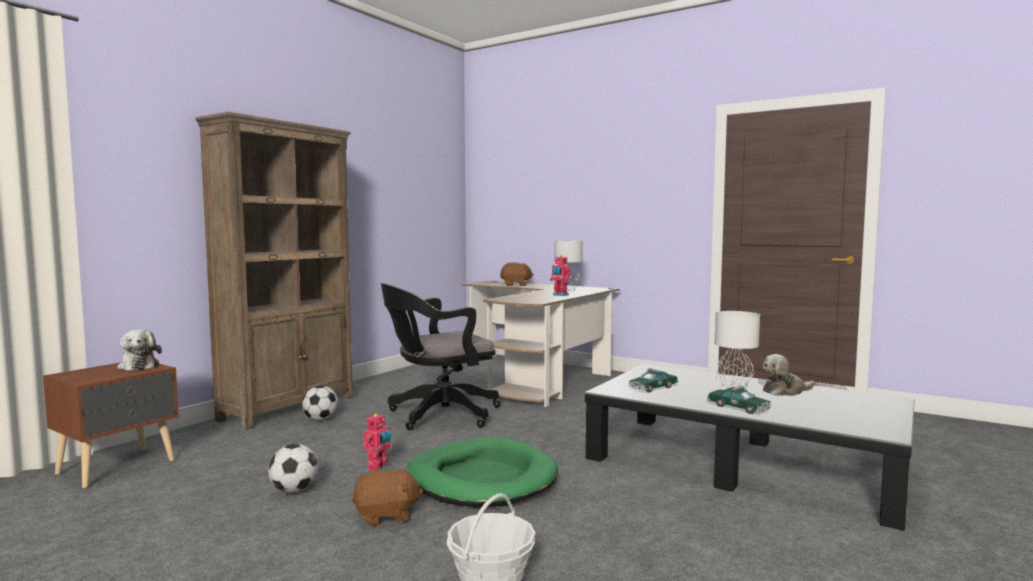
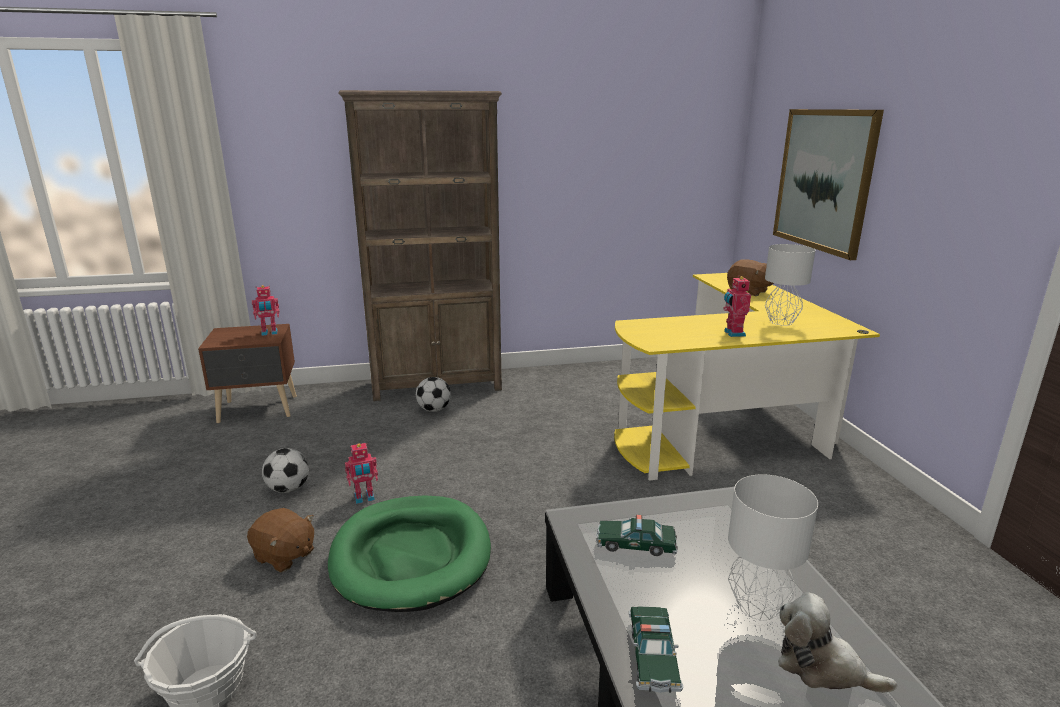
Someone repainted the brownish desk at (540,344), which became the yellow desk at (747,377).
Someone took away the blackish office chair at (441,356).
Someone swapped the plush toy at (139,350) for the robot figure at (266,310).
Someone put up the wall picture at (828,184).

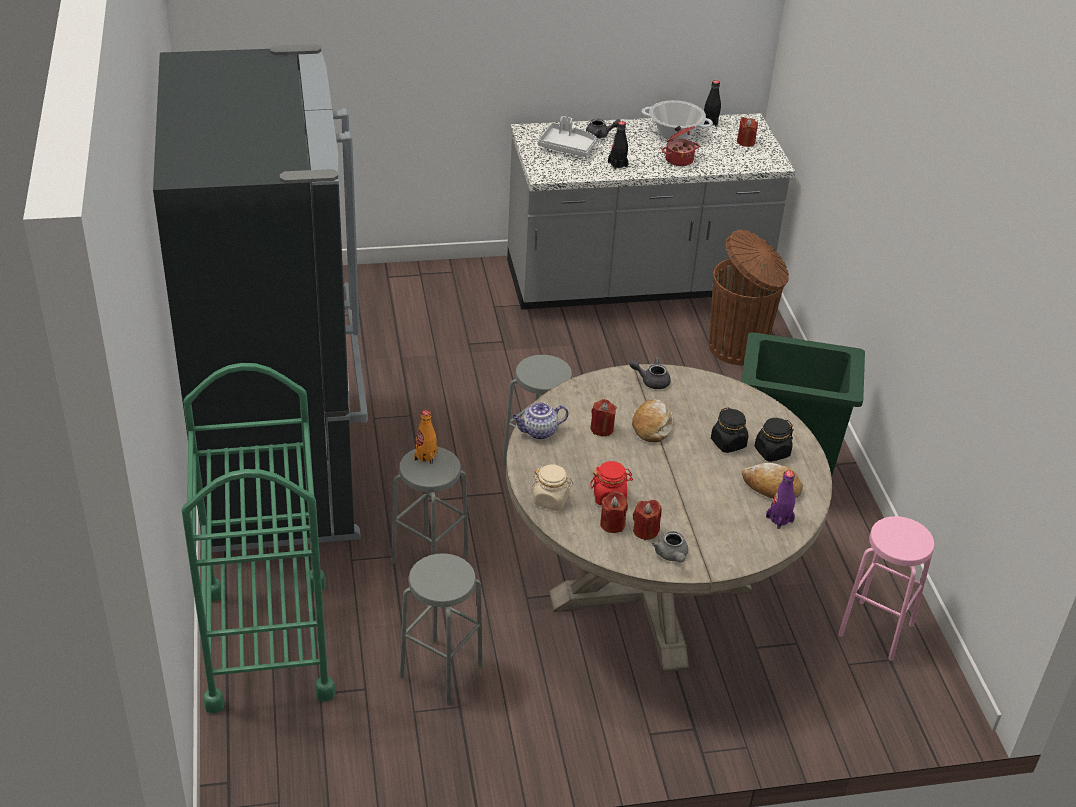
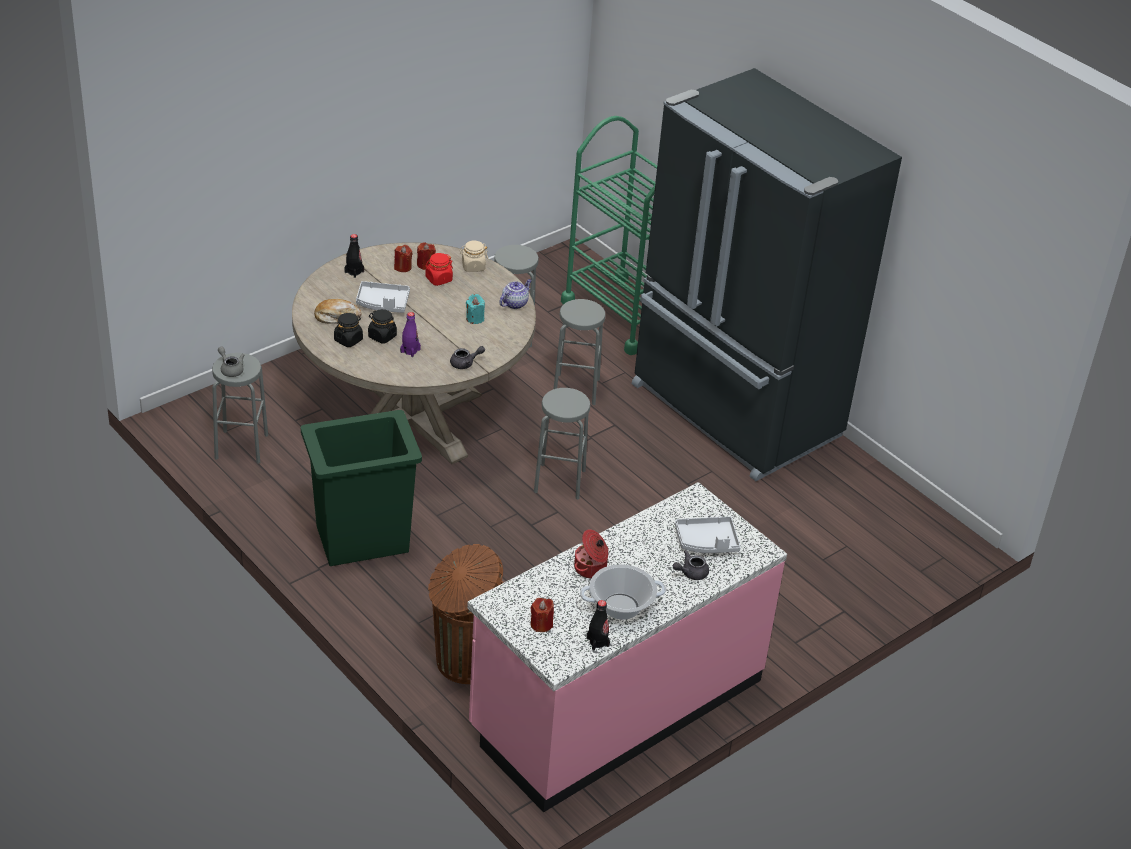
Someone repainted the grey counter at (651,211), which became the pink counter at (627,647).
Someone carried the blackish drink bottle from (618,145) to (354,256).
Someone repainted the red candle at (603,417), which became the blue-green candle at (475,309).
Someone took away the bakery bread at (652,420).
Someone took away the orangey drink bottle at (426,437).
Someone carried the purple-coloured drink bottle from (780,499) to (410,334).
Someone repainted the pink stool at (886,588), which became the grey stool at (240,408).
Someone carried the grey tea pot from (670,547) to (231,362).
Someone put down the grey serving tray at (383,297).

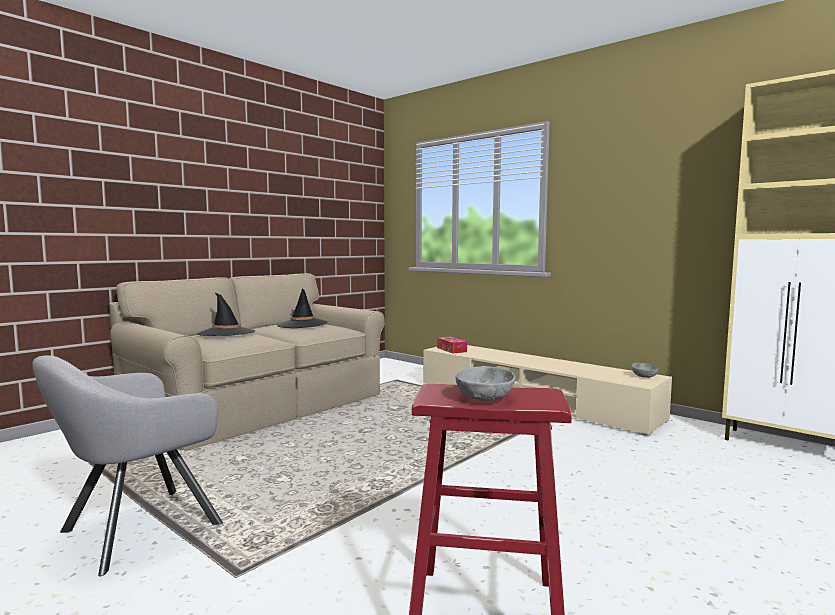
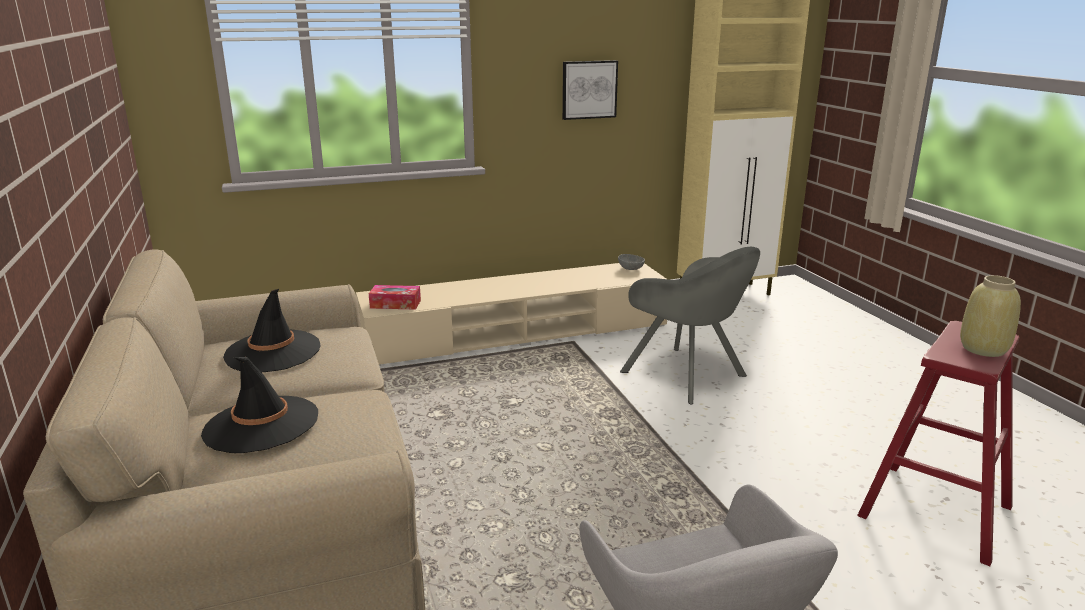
Someone swapped the grey deep dish at (485,383) for the beige vase at (990,316).
Someone put up the wall picture at (590,90).
Someone put down the grey easy chair at (690,326).

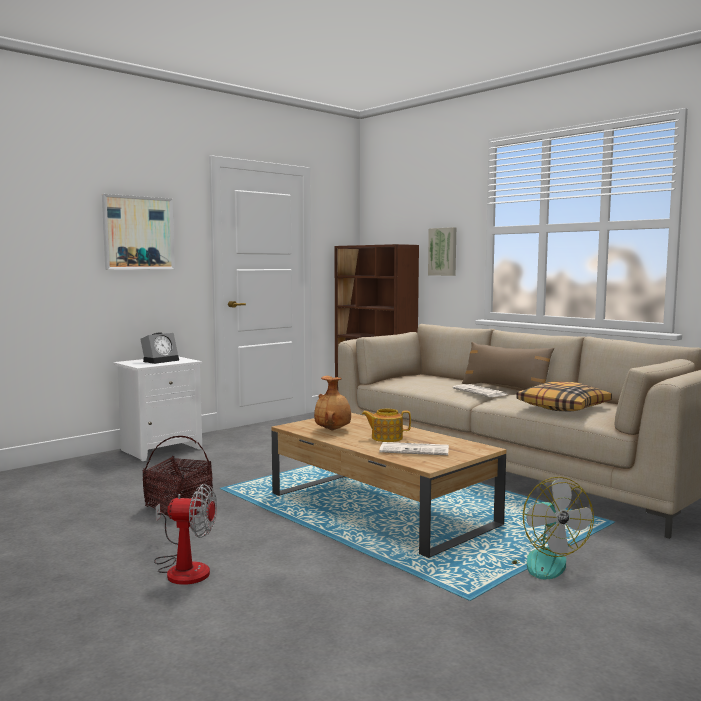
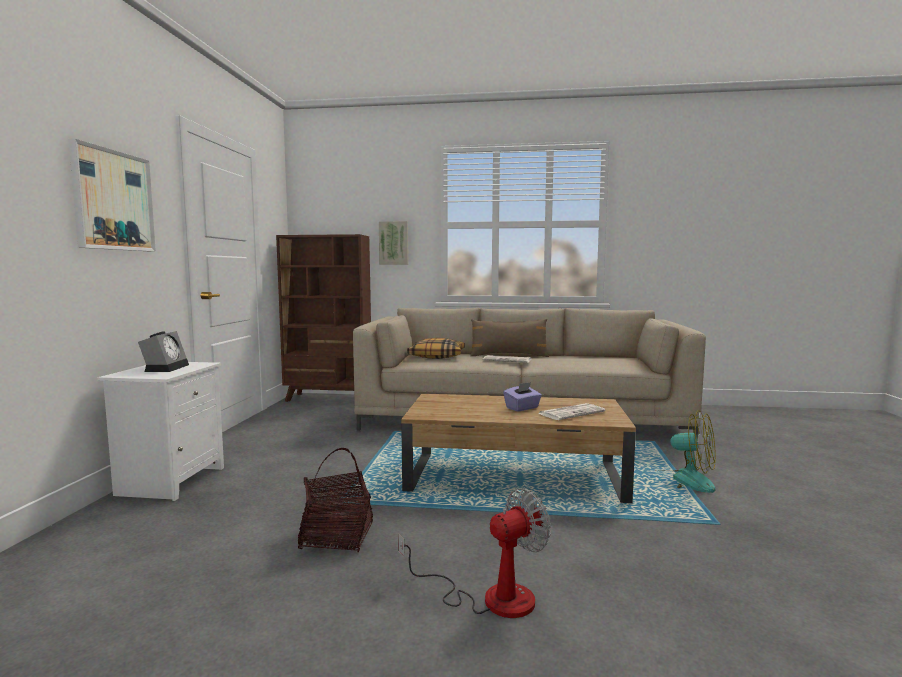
Someone took away the brownish vase at (332,403).
Someone carried the cushion from (564,396) to (436,348).
Someone swapped the tea pot at (386,425) for the purple-coloured box of tissues at (522,396).

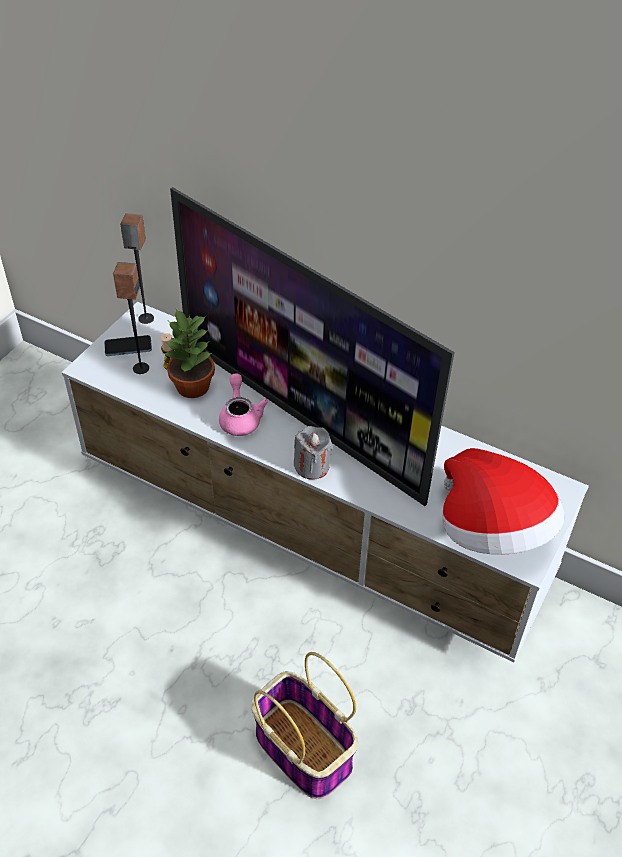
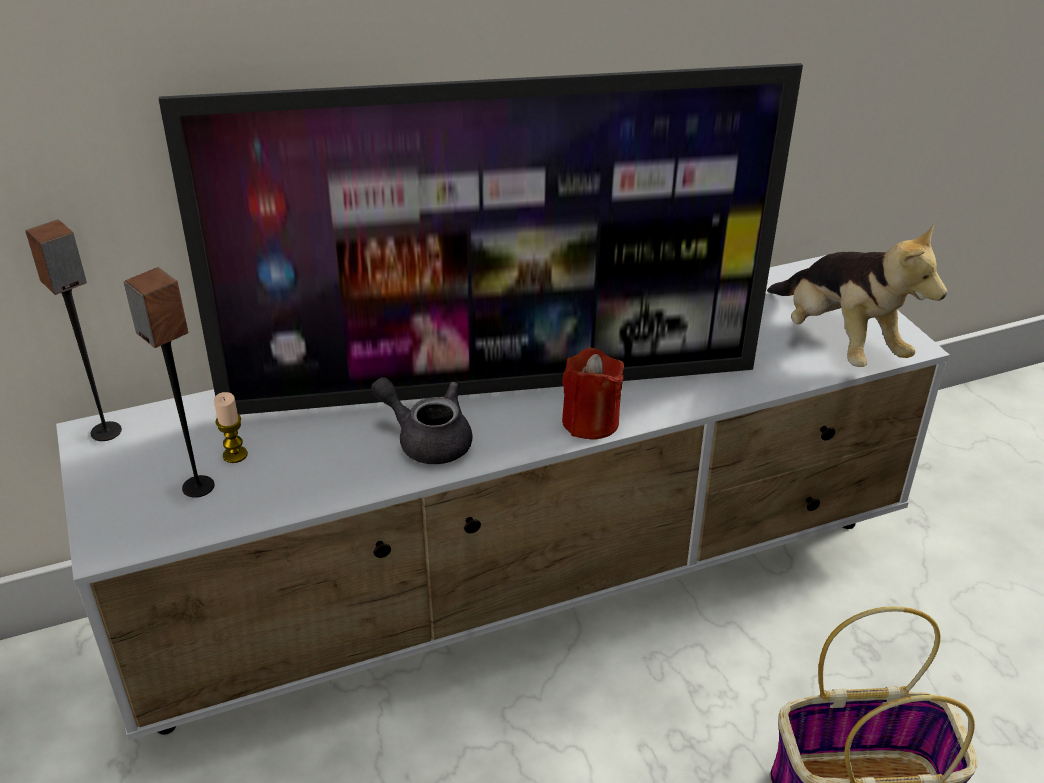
Someone took away the houseplant at (189,353).
Someone took away the telephone at (128,345).
Someone repainted the pink tea pot at (244,405), which became the grey tea pot at (421,420).
Someone repainted the grey candle at (313,453), which became the red candle at (593,394).
Someone swapped the hat at (503,501) for the plush toy at (857,295).

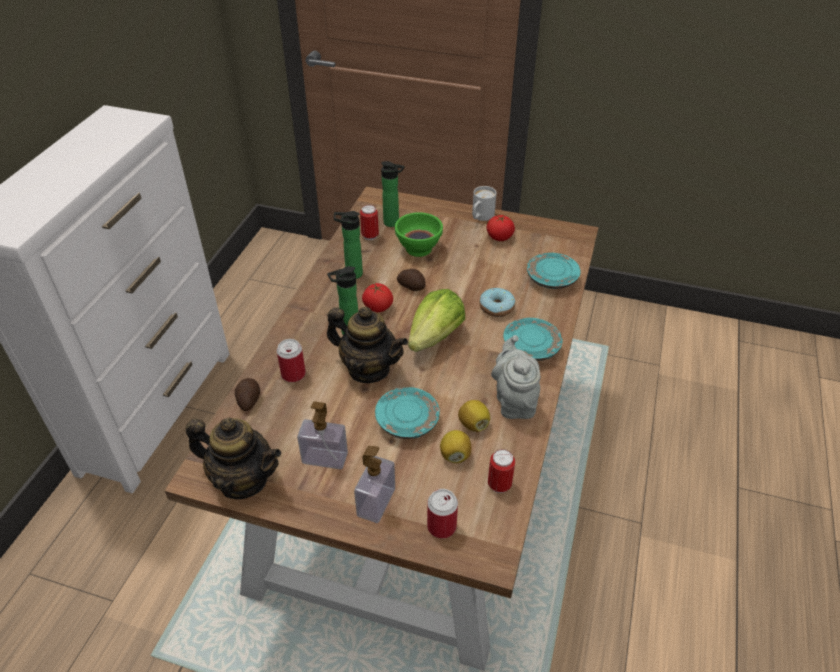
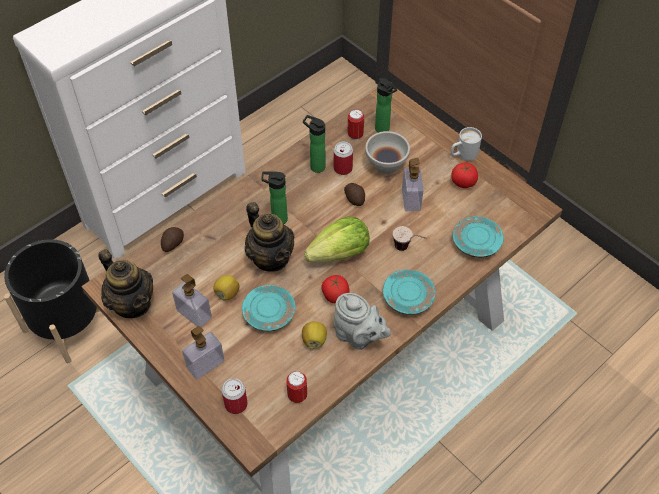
Someone repainted the green-coloured deep dish at (419,234), which became the white-coloured deep dish at (387,152).
Someone carried the tomato from (377,297) to (335,289).
Someone swapped the donut at (497,302) for the small cup at (410,238).
Someone rotated the grey tea pot at (516,377) by 105 degrees clockwise.
Someone carried the can from (291,360) to (343,158).
Someone carried the citrus fruit from (455,446) to (226,288).
Someone put down the soap bottle at (413,184).
Someone put down the blackish plant pot at (52,301).

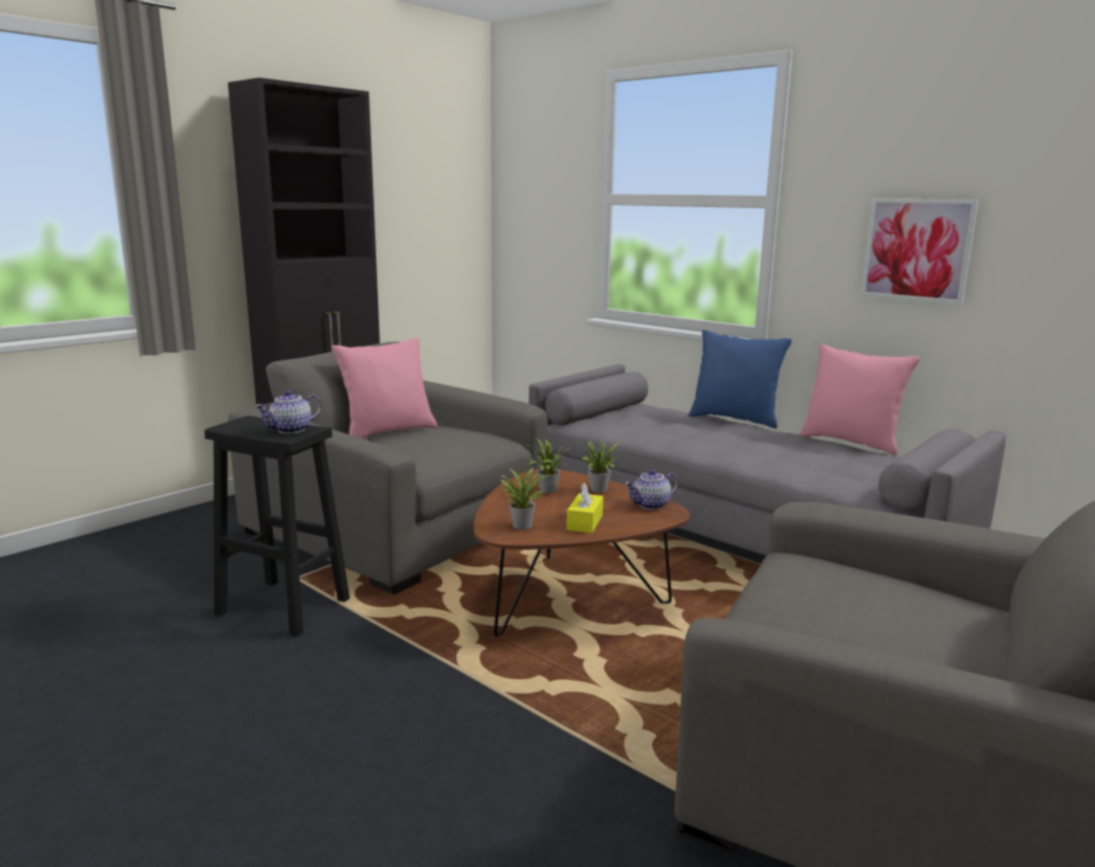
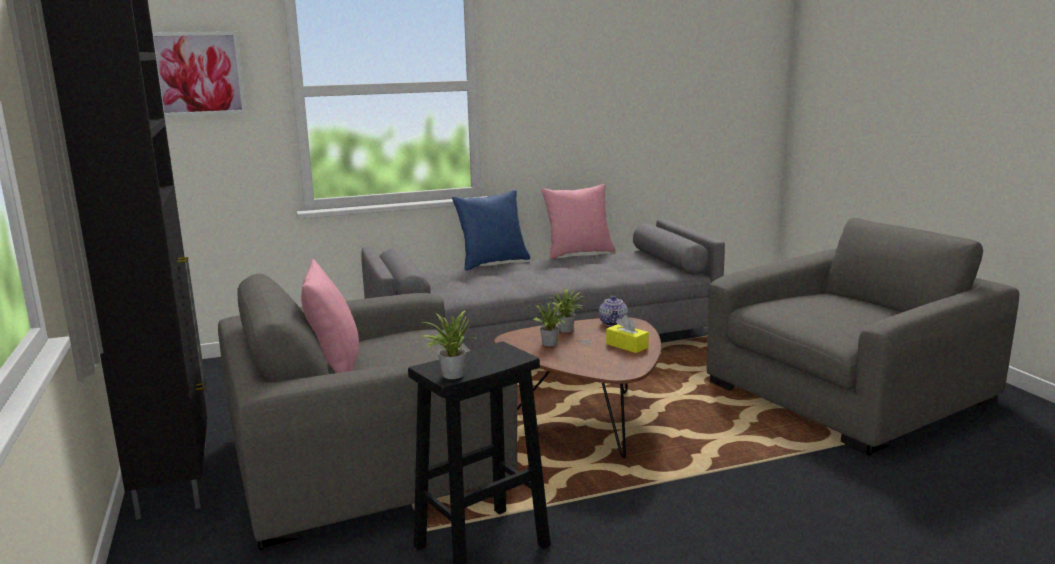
Someone carried the wall picture from (919,251) to (199,74).
Someone took away the tea pot at (288,412).
Someone carried the houseplant from (524,498) to (448,344).

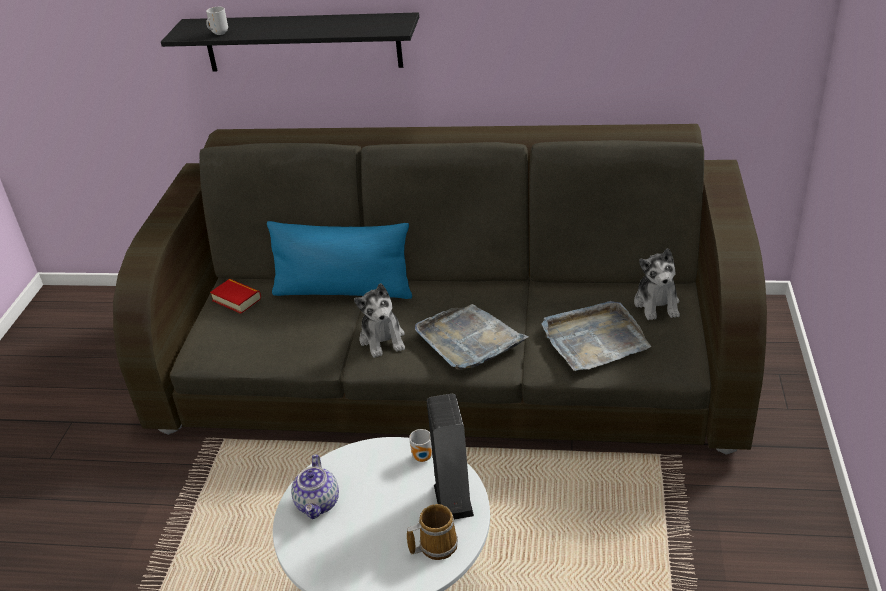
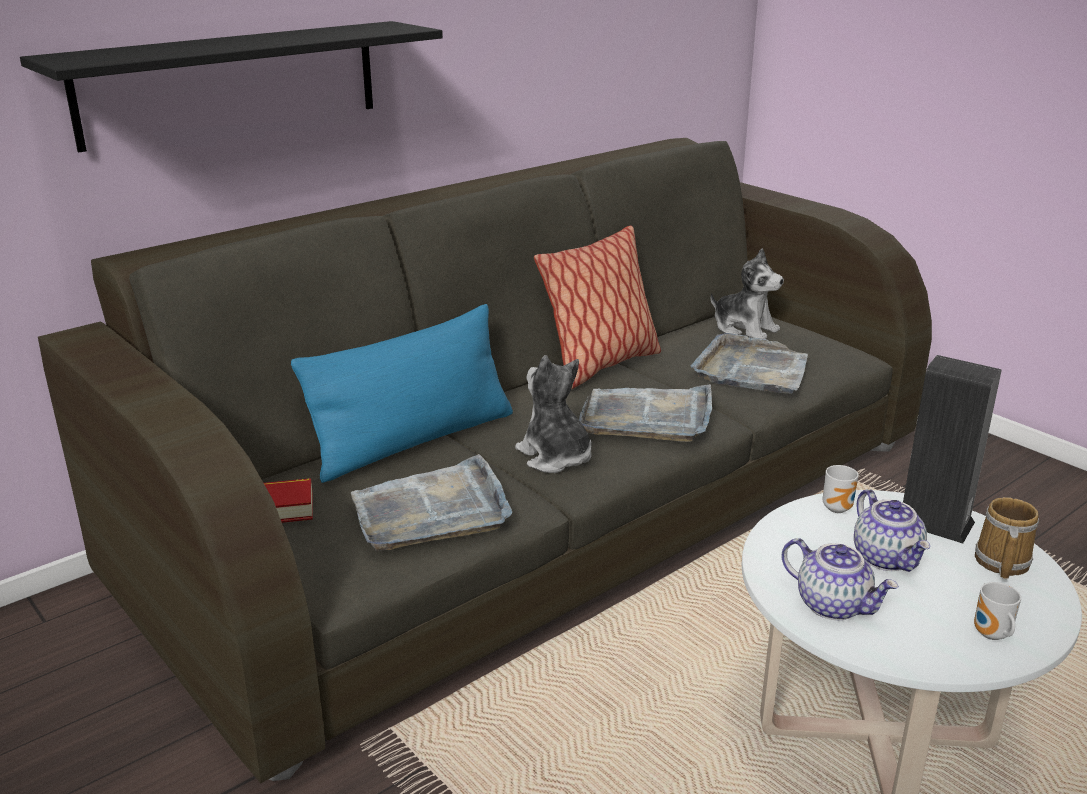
Someone carried the mug from (217,21) to (997,611).
Someone rotated the plush toy at (379,320) by 150 degrees counterclockwise.
Someone put down the cushion at (597,307).
Someone put down the grey serving tray at (431,502).
Someone put down the tea pot at (892,530).

